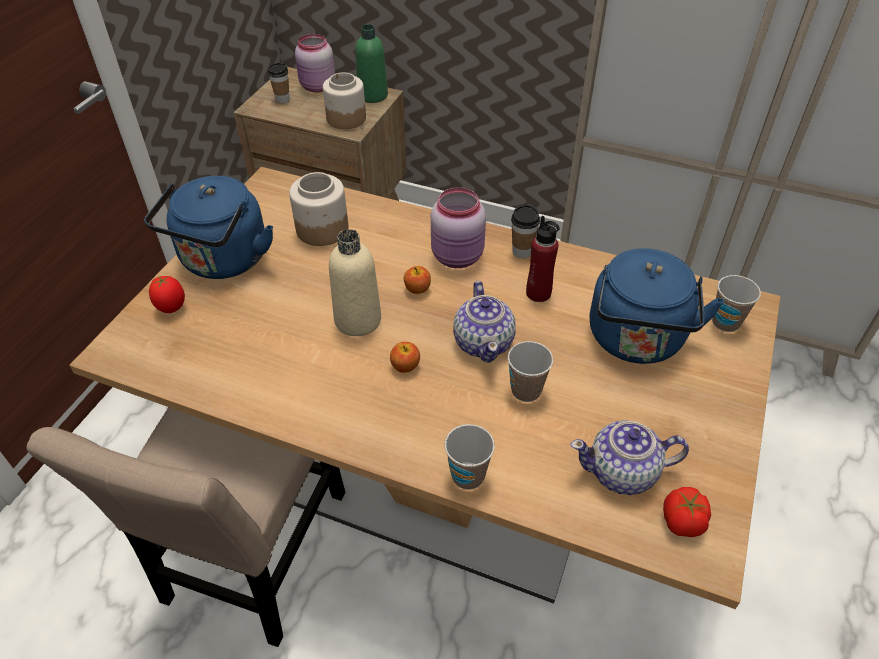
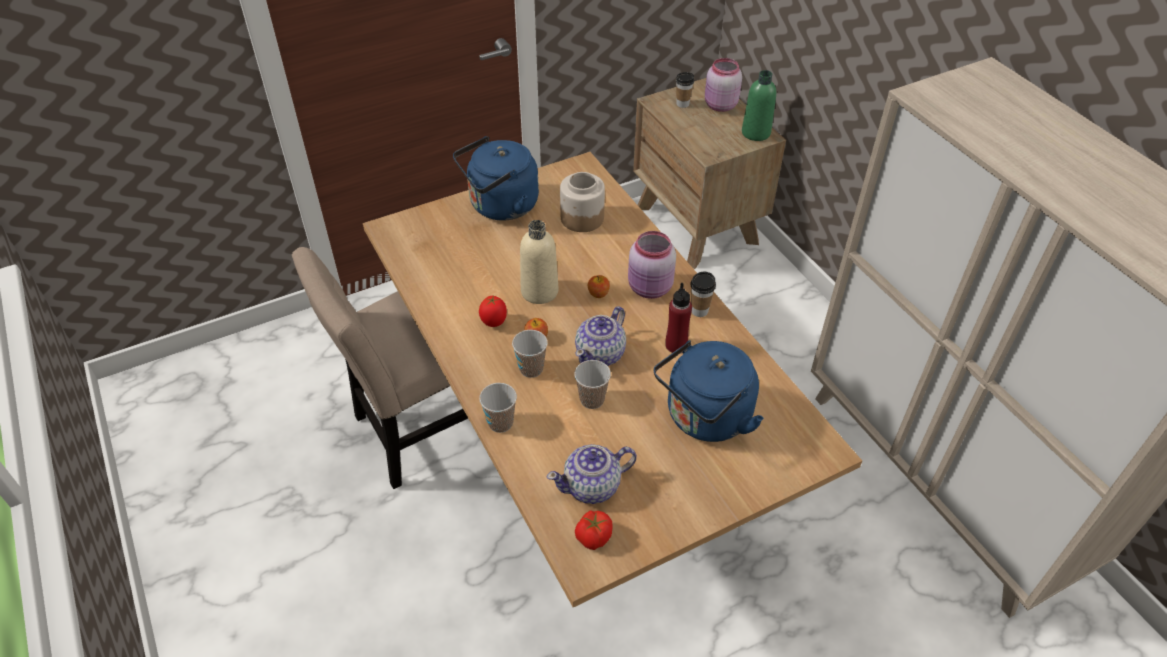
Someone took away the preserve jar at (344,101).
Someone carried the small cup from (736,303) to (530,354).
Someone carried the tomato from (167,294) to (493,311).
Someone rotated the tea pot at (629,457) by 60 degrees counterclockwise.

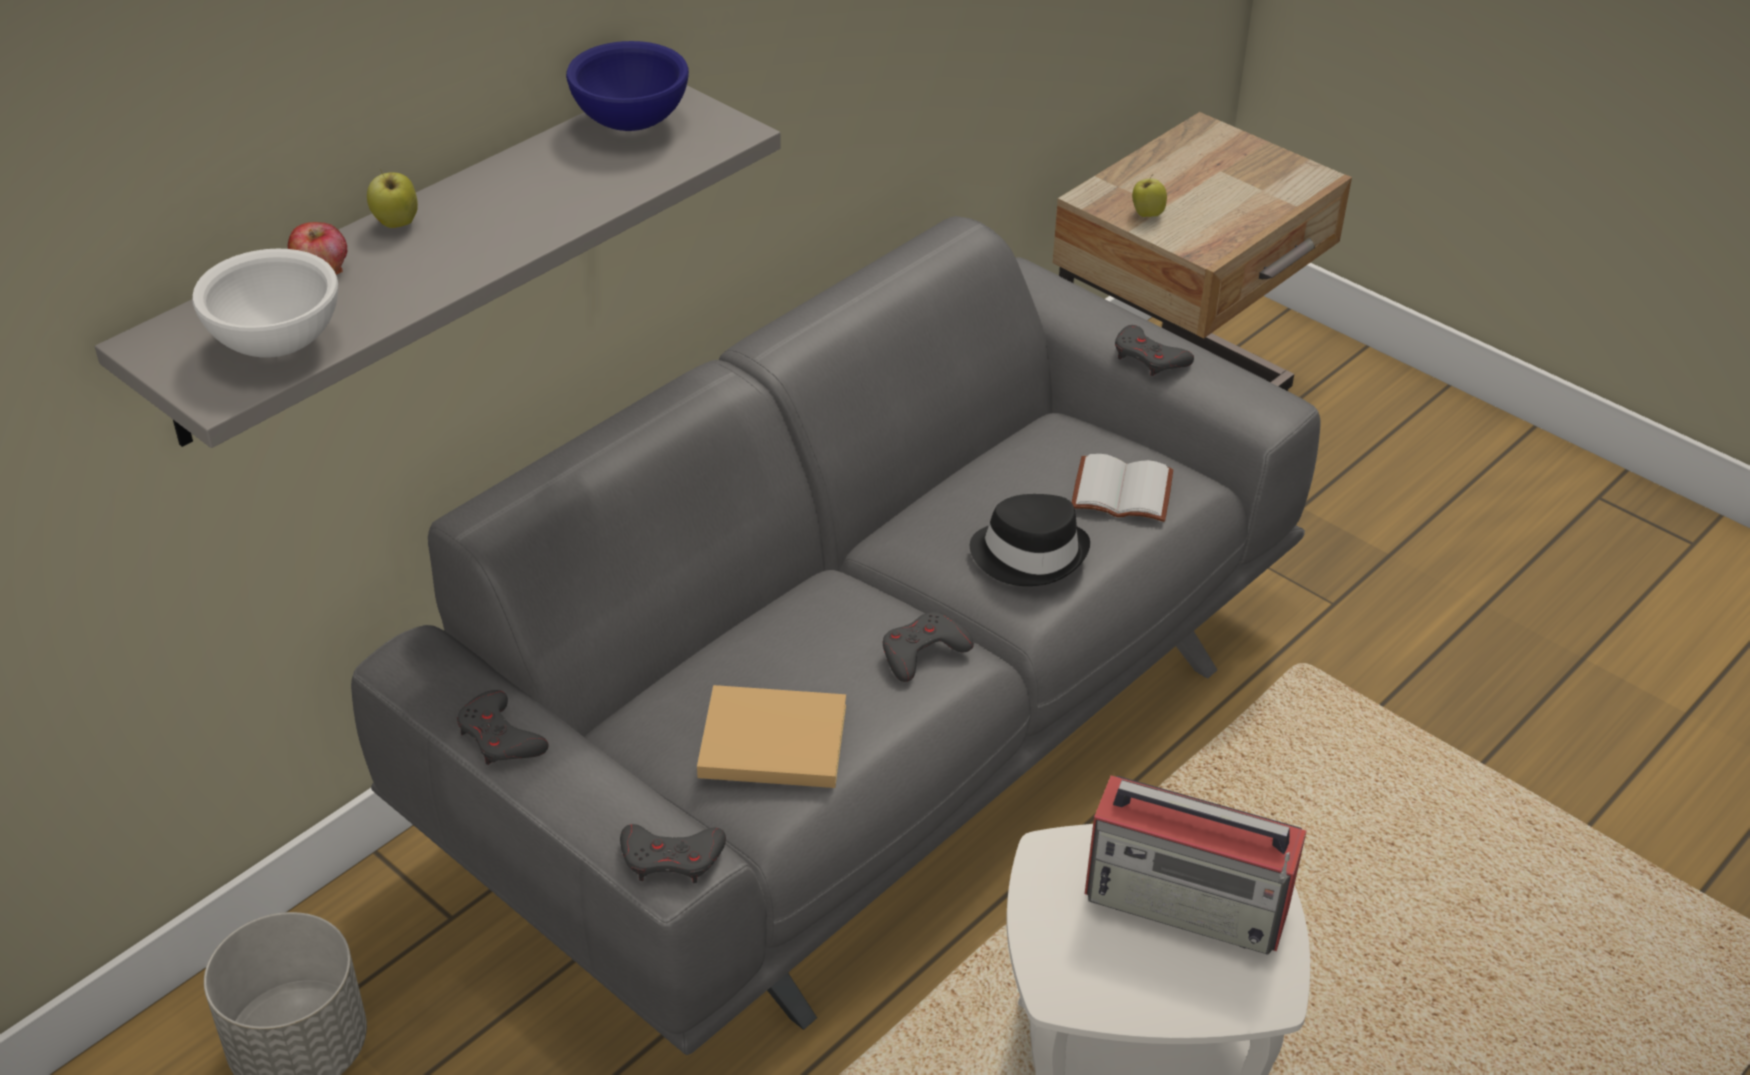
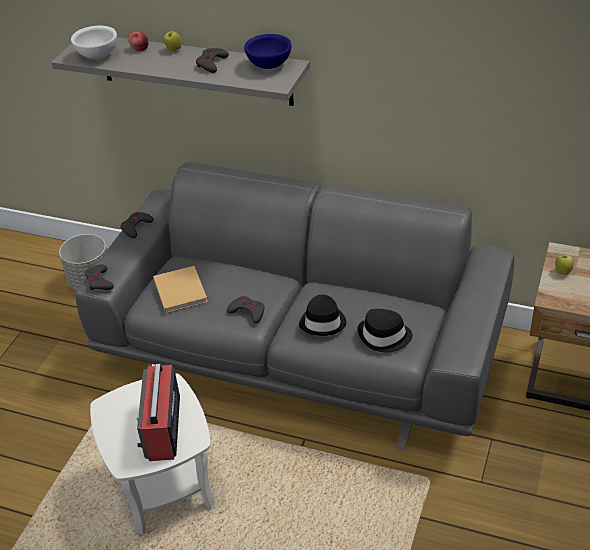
Someone carried the grey gamepad from (1154,350) to (212,60).
Someone swapped the white-coloured bound book at (1122,488) for the blackish hat at (385,330).

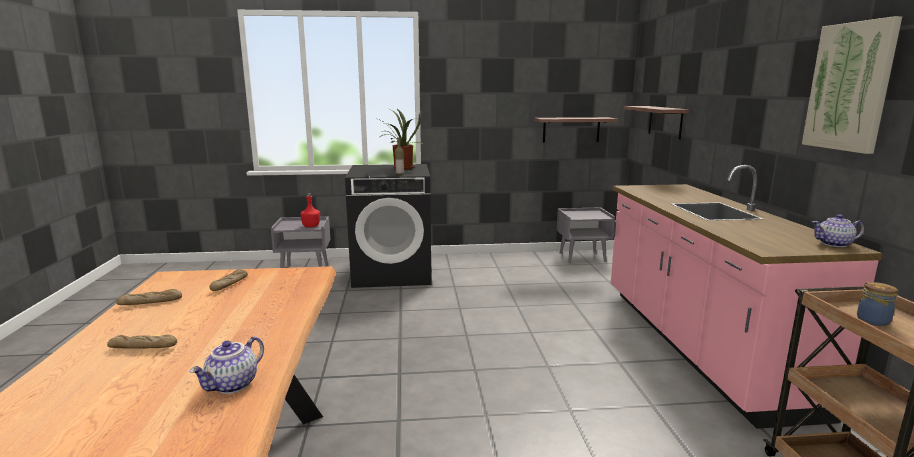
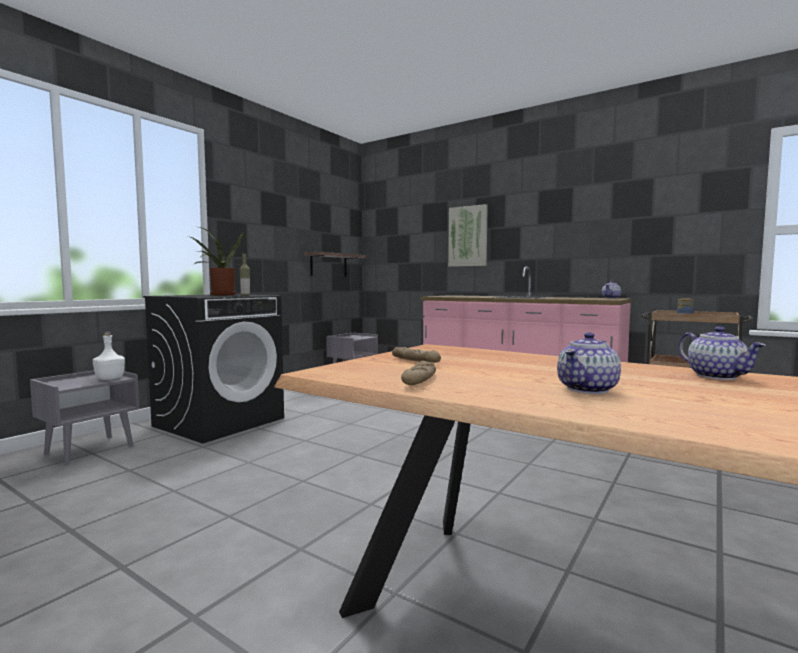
Someone carried the wall picture from (852,85) to (468,235).
Someone took away the shelf at (656,122).
Someone repainted the red drink bottle at (310,210), which became the white-coloured drink bottle at (109,356).
Someone swapped the bakery bread at (142,341) for the tea pot at (589,363).

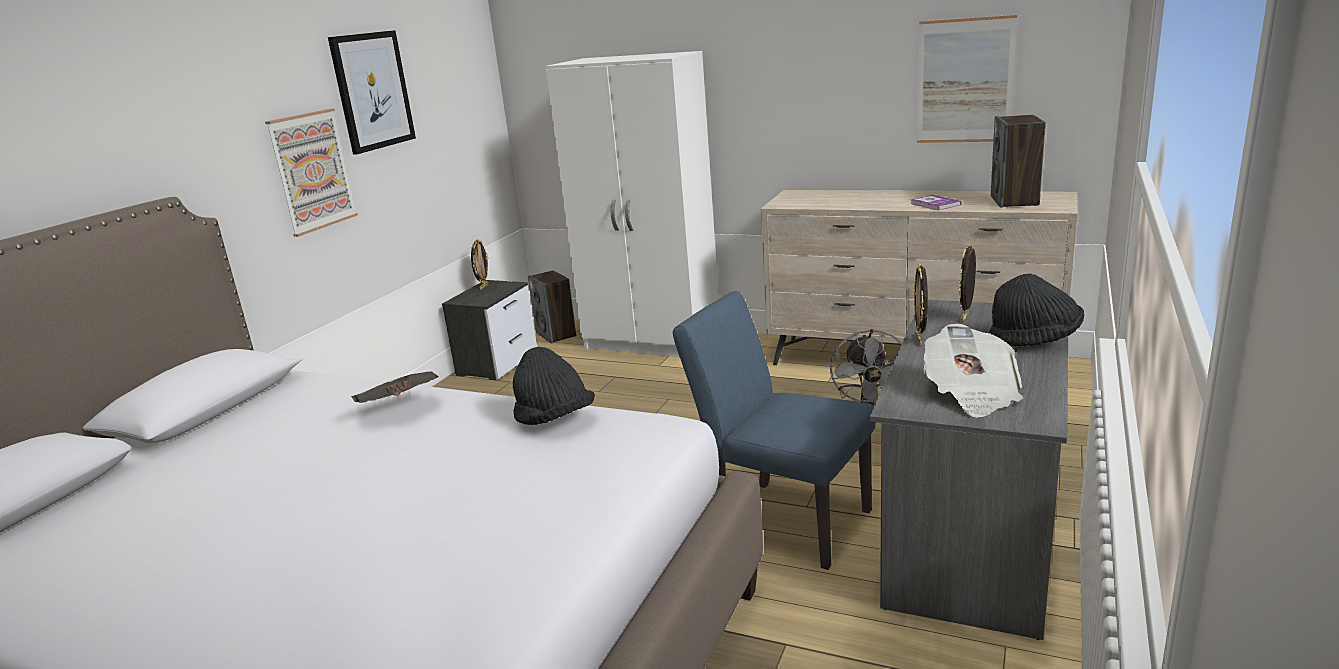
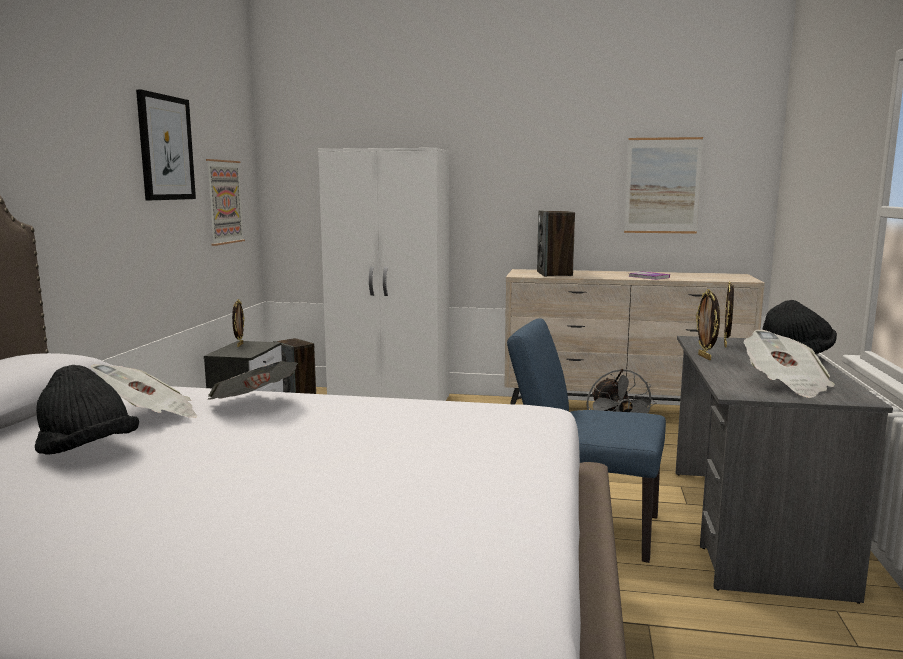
Someone carried the wall picture from (311,172) to (225,202).
Someone carried the speaker from (1018,161) to (556,243).
Someone carried the blackish hat from (554,386) to (87,410).
Someone put down the printed paper at (144,391).

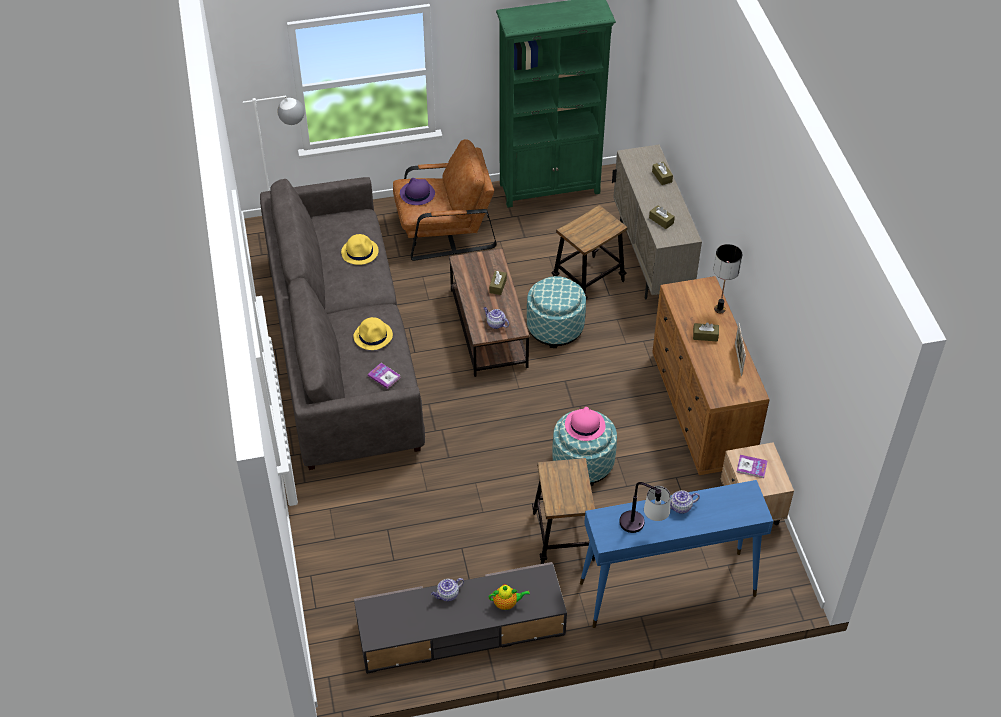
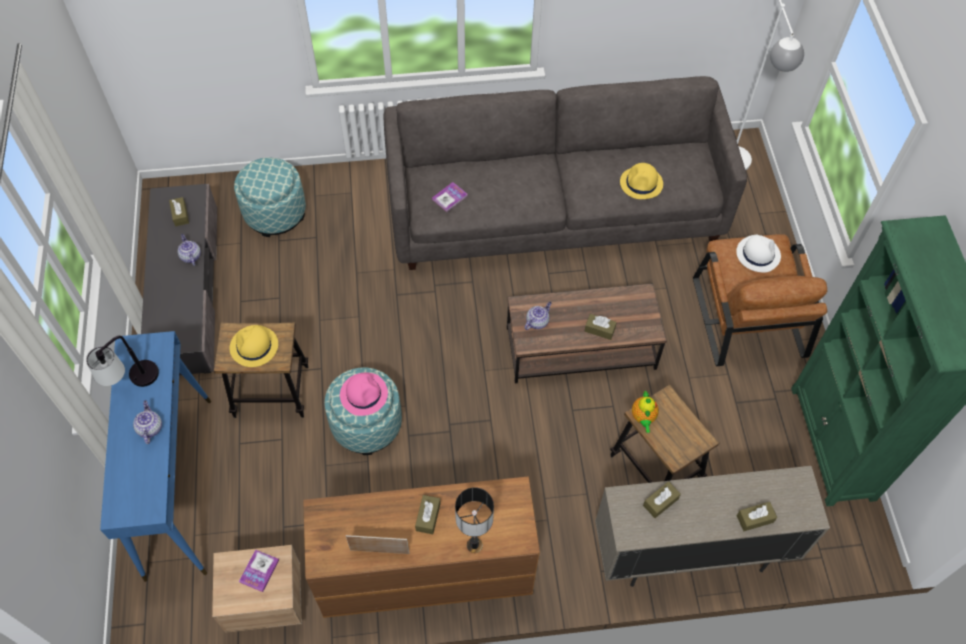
Someone repainted the purple-coloured hat at (417,191), which became the white-coloured hat at (758,253).
Someone carried the ottoman from (556,312) to (270,197).
Someone carried the yellow hat from (373,333) to (254,346).
Someone carried the tea pot from (509,597) to (645,412).
Someone put down the brownish box of tissues at (179,211).

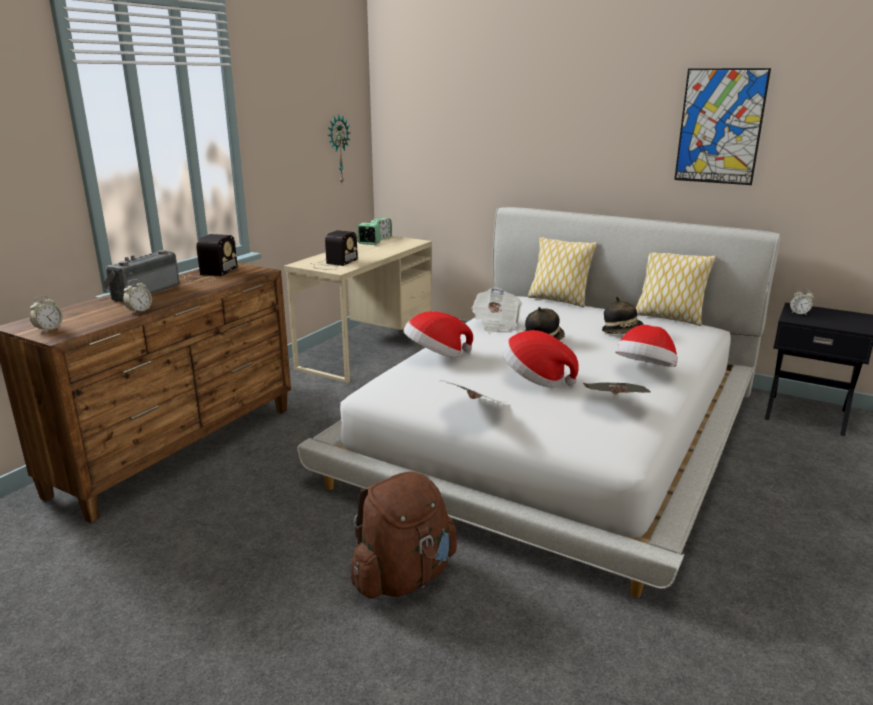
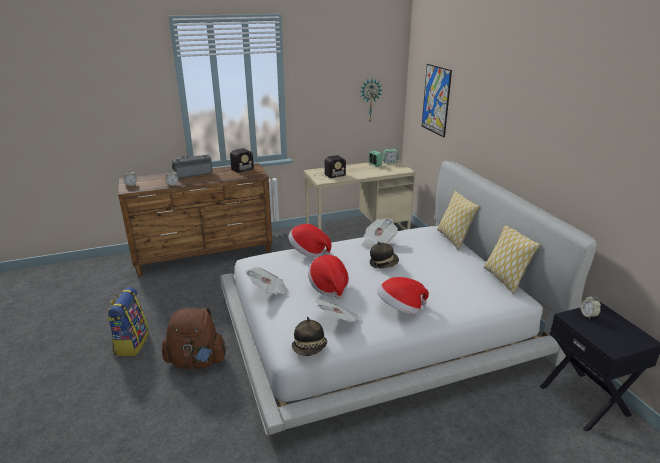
Someone carried the wall picture from (722,126) to (437,100).
Someone carried the hat from (623,315) to (309,336).
Someone put down the backpack at (128,321).

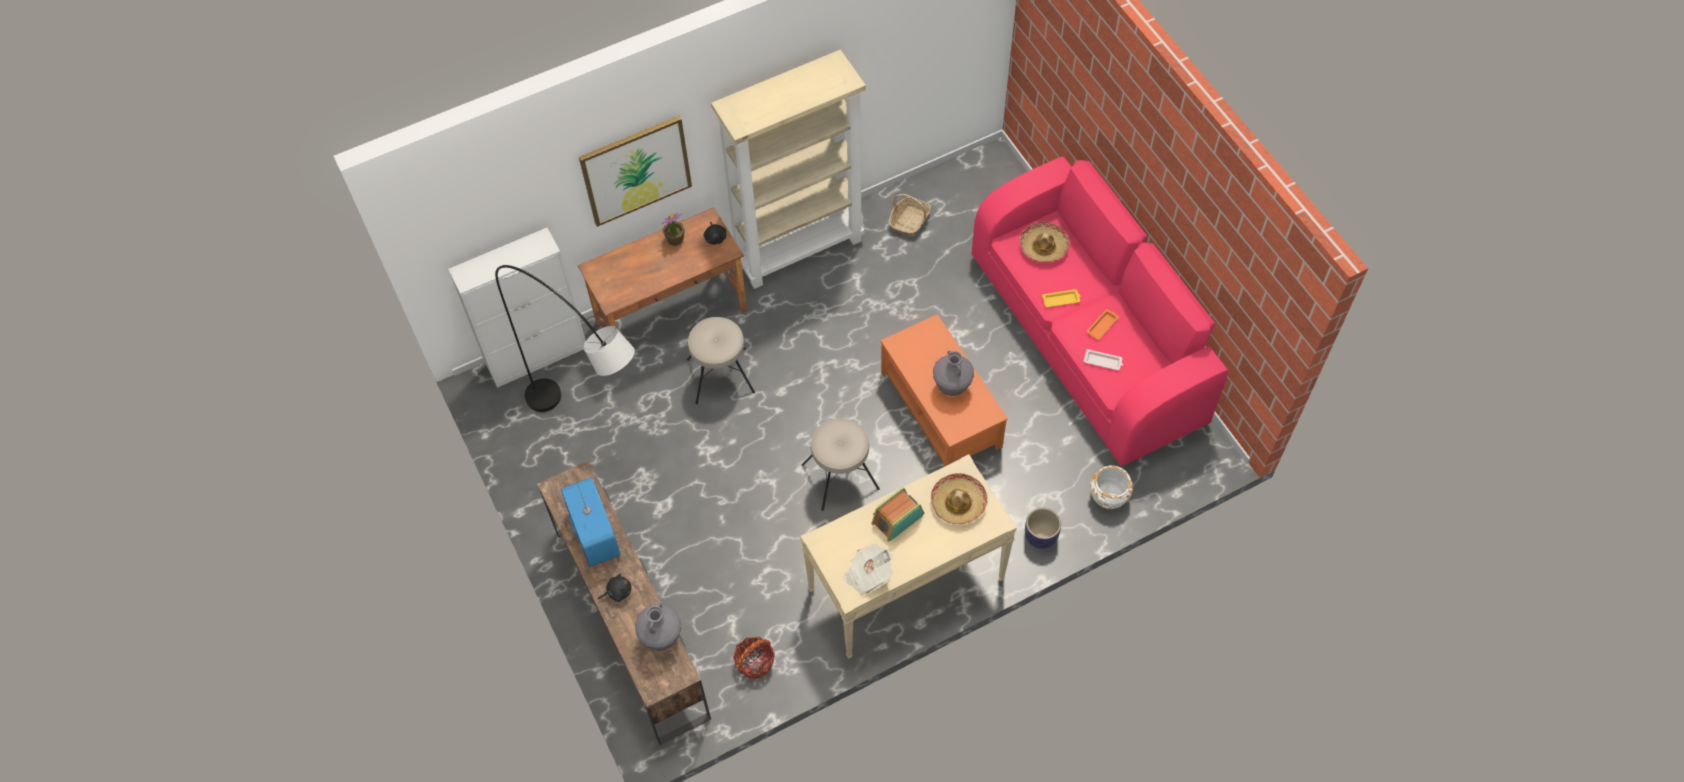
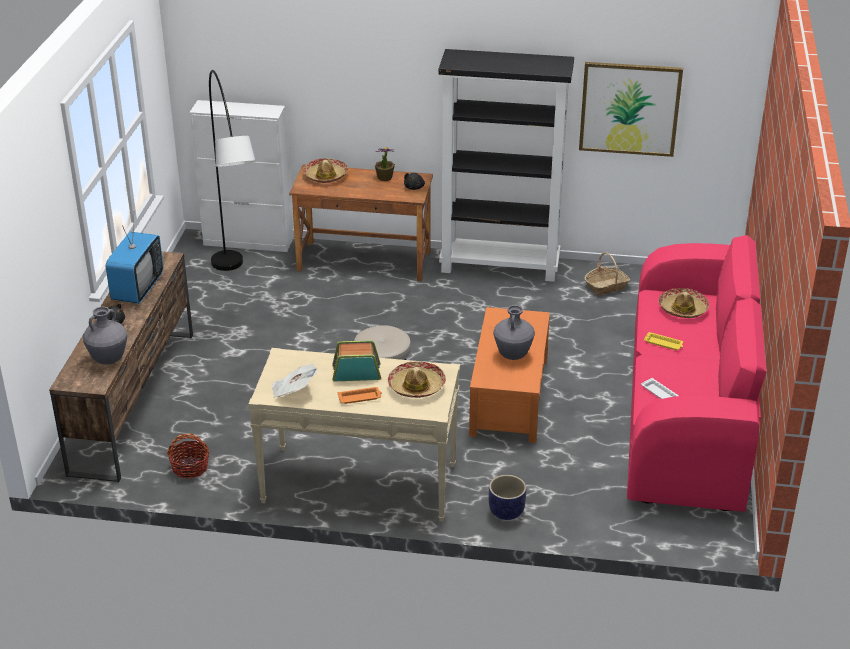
Someone repainted the beige shelving unit at (788,169), which became the blackish shelving unit at (506,165).
Someone carried the wall picture from (635,171) to (631,109).
Someone carried the orangey serving tray from (1102,324) to (360,395).
Someone took away the beige stool at (721,360).
Someone took away the white-coloured plant pot at (1111,487).
Someone put down the hat at (325,170).

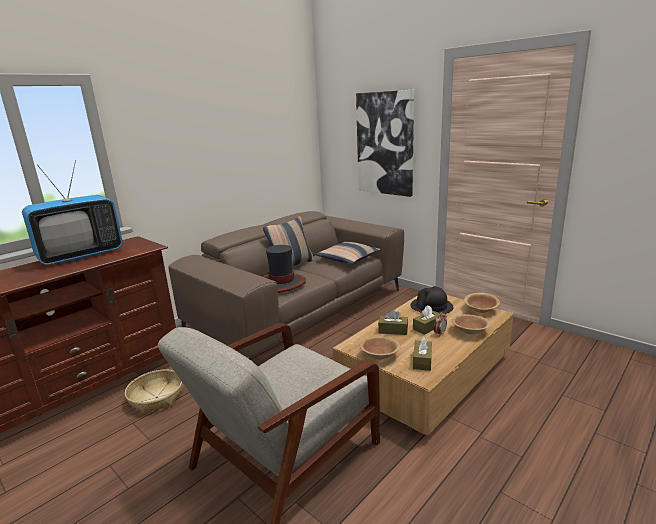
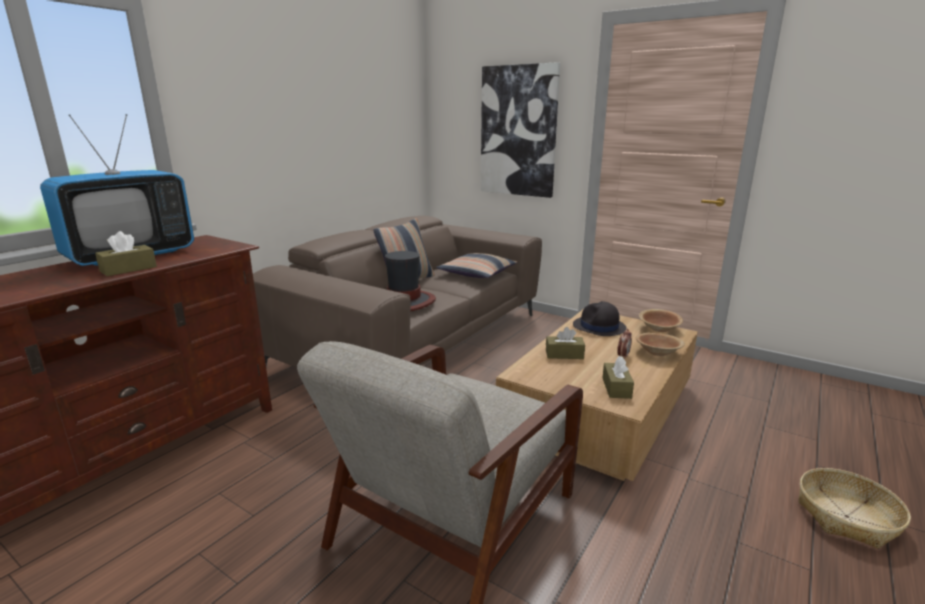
Someone carried the brownish box of tissues from (426,320) to (126,253).
Someone took away the brownish deep dish at (380,347).
Someone carried the storage basket from (154,392) to (854,508).

